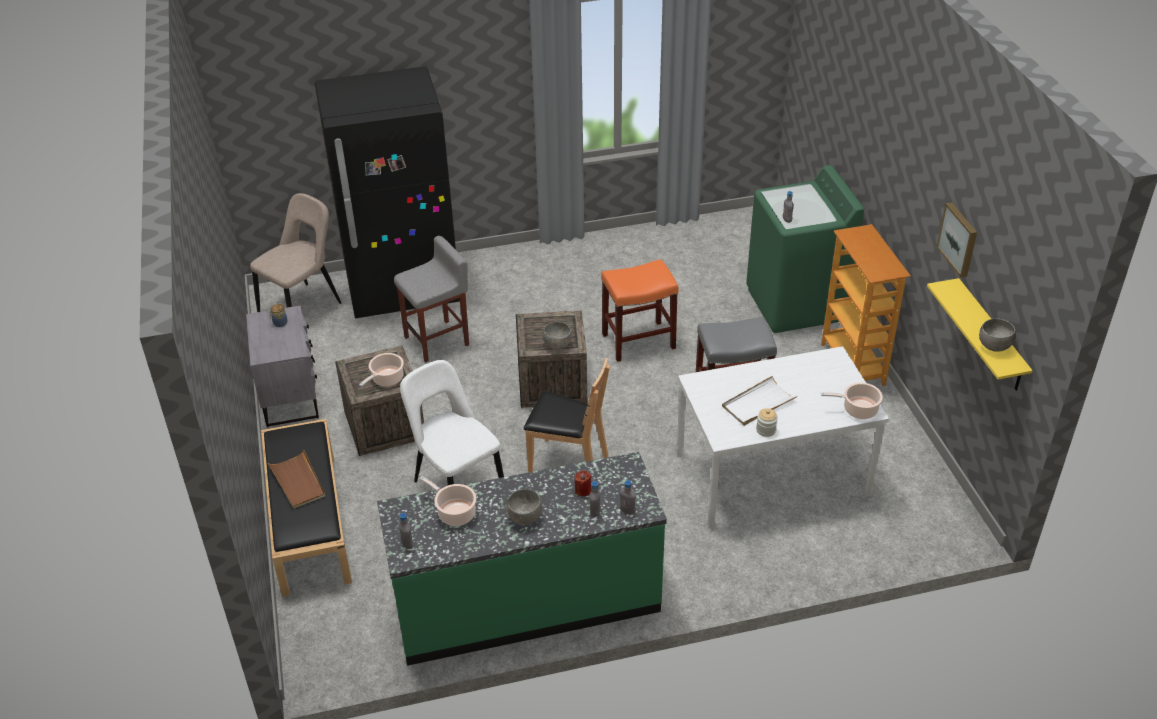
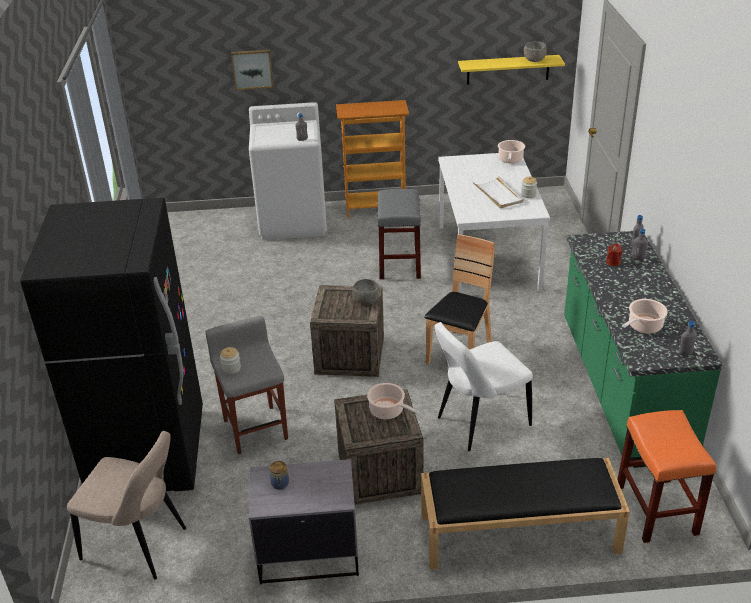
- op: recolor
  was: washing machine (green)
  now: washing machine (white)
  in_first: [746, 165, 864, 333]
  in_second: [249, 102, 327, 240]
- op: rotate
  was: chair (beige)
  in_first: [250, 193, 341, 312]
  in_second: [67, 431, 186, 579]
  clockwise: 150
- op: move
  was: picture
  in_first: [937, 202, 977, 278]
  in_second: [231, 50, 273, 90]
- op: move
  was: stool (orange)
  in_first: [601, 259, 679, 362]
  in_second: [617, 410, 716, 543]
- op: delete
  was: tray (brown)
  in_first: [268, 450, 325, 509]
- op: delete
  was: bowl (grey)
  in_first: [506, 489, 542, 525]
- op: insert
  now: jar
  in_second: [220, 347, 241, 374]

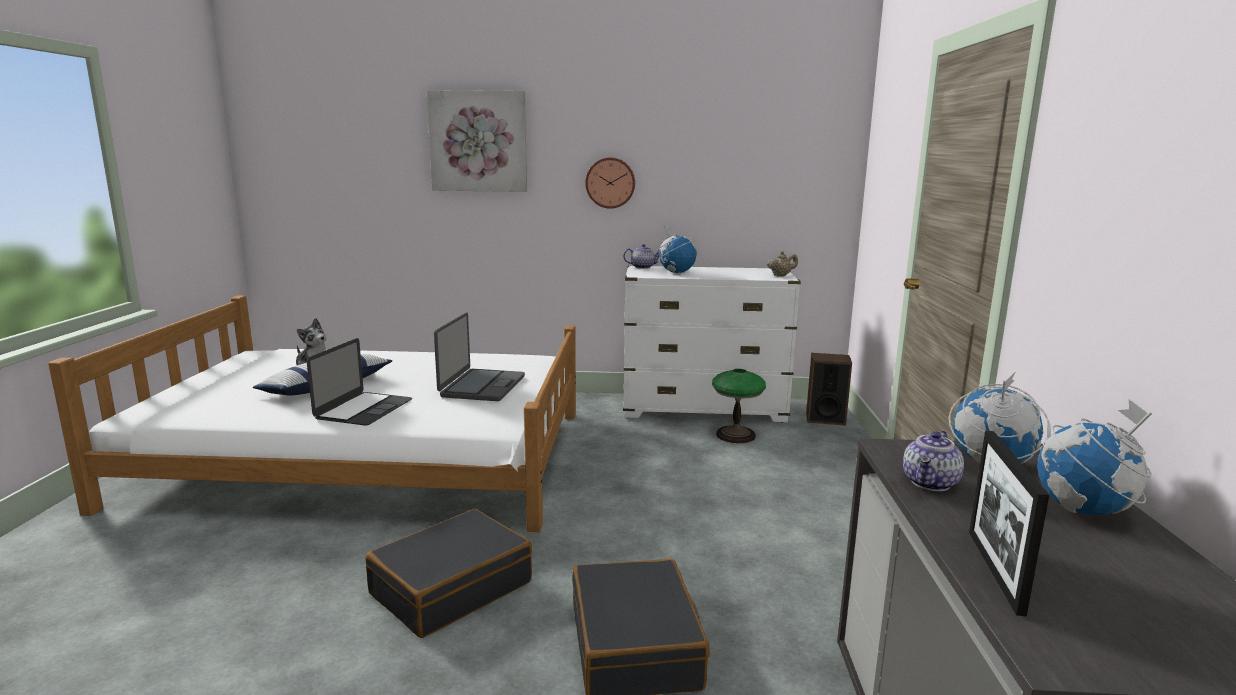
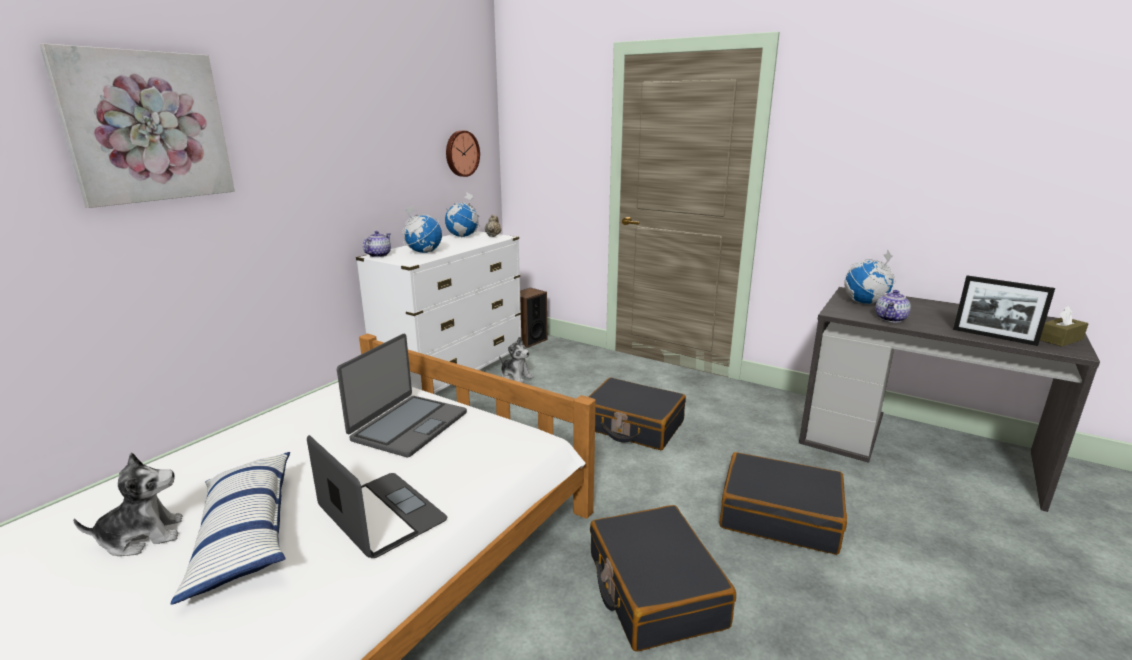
- op: move
  was: wall clock
  in_first: [585, 158, 635, 209]
  in_second: [446, 130, 480, 177]
- op: rotate
  was: laptop
  in_first: [434, 312, 525, 401]
  in_second: [337, 334, 467, 457]
  clockwise: 75
- op: replace
  was: table lamp
  now: plush toy
  in_first: [712, 369, 766, 443]
  in_second: [499, 337, 533, 383]
- op: move
  was: globe
  in_first: [1037, 400, 1152, 515]
  in_second: [445, 192, 480, 237]
- op: rotate
  was: teapot
  in_first: [903, 430, 964, 491]
  in_second: [875, 290, 911, 322]
  clockwise: 60
- op: insert
  now: tissue box (brown)
  in_second: [1040, 306, 1089, 347]
- op: insert
  now: suitcase (black)
  in_second: [589, 378, 686, 450]

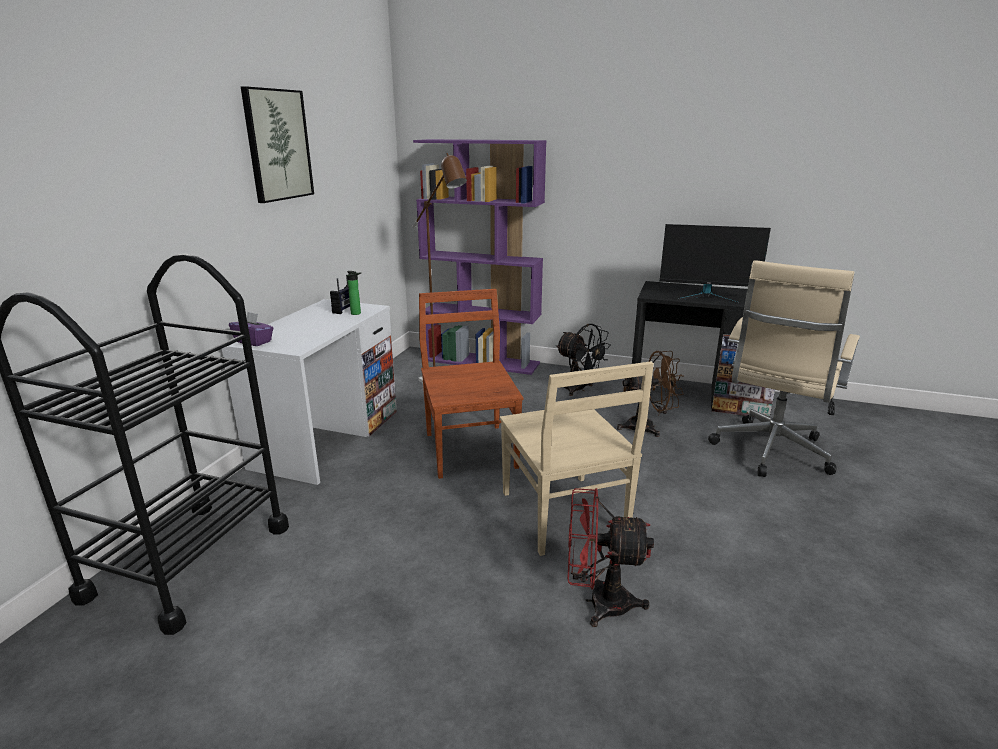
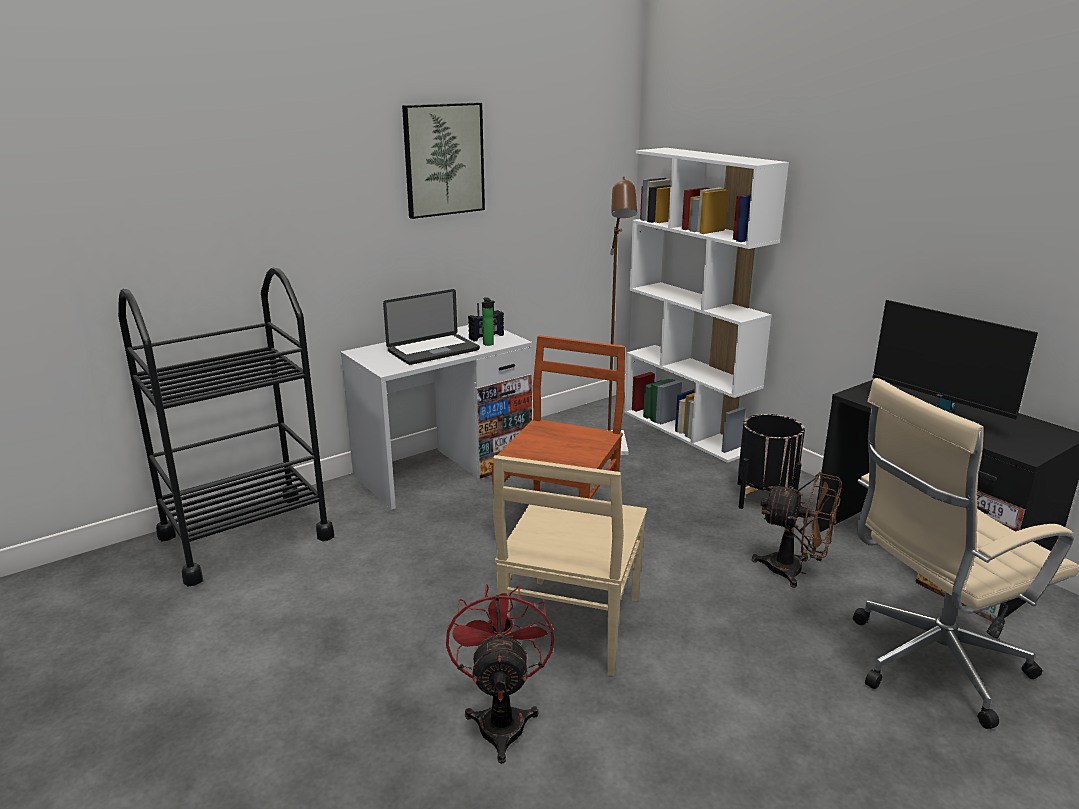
- op: recolor
  was: bookcase (purple)
  now: bookcase (white)
  in_first: [413, 139, 547, 375]
  in_second: [624, 148, 789, 463]
- op: delete
  was: tissue box (purple)
  in_first: [229, 312, 274, 346]
- op: replace
  was: fan (black)
  now: planter (black)
  in_first: [556, 324, 611, 396]
  in_second: [737, 414, 805, 509]
- op: rotate
  was: fan (red)
  in_first: [567, 488, 654, 627]
  in_second: [446, 584, 554, 764]
  clockwise: 45
- op: insert
  now: laptop
  in_second: [383, 289, 480, 365]

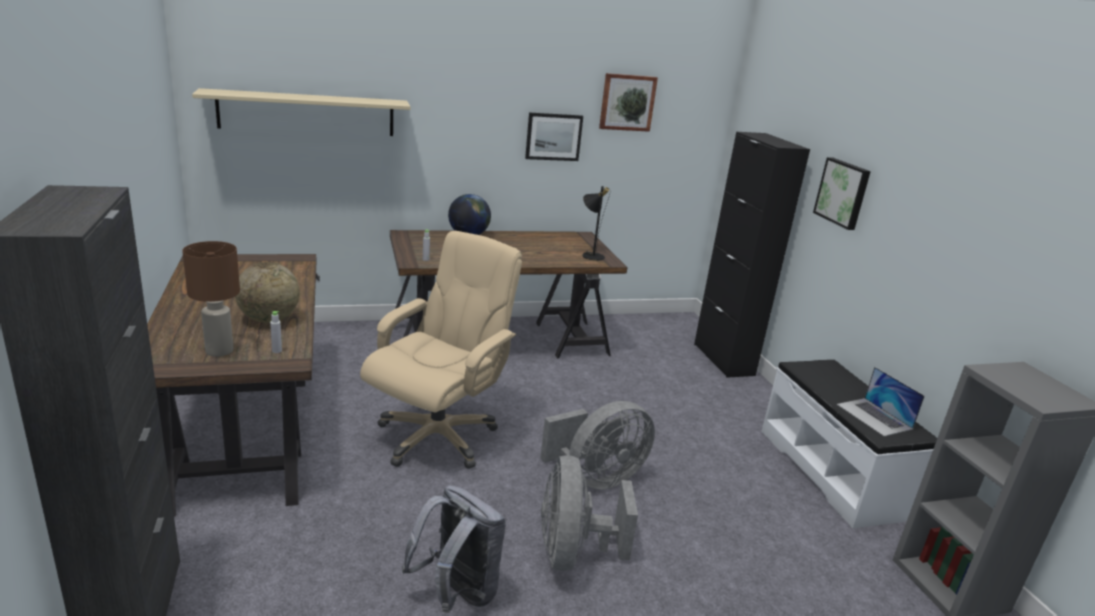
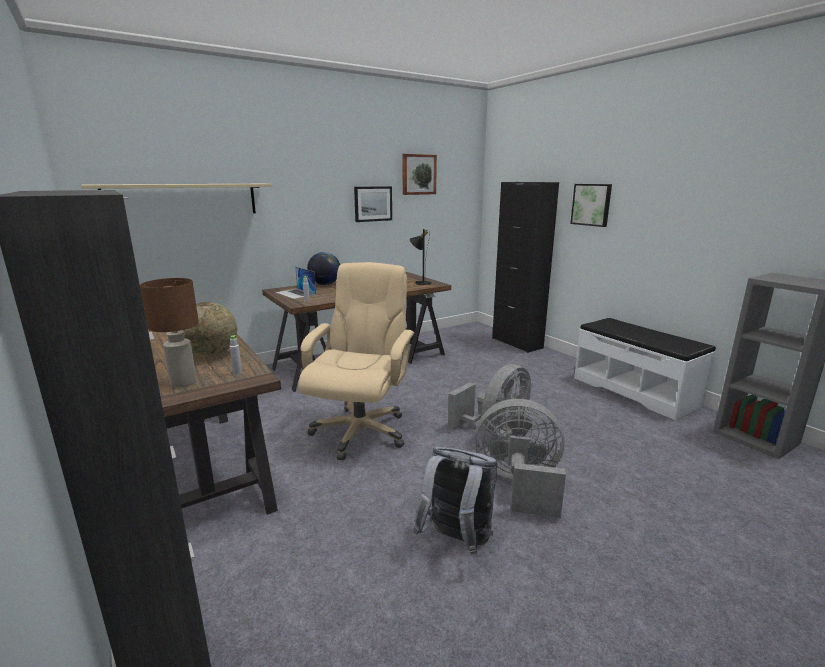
- op: move
  was: laptop
  in_first: [837, 367, 925, 436]
  in_second: [275, 267, 316, 299]
- op: rotate
  was: fan (grey)
  in_first: [541, 455, 638, 571]
  in_second: [475, 399, 566, 518]
  clockwise: 120

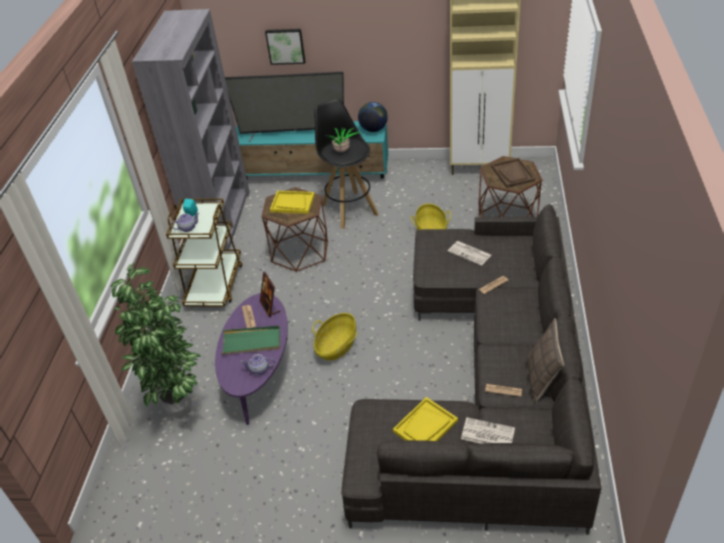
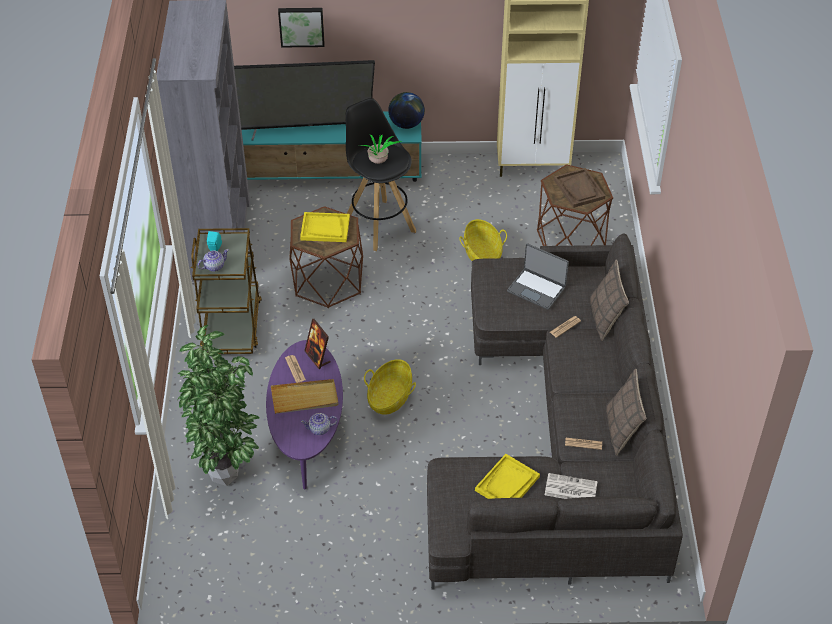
- op: replace
  was: newspaper
  now: laptop
  in_first: [448, 241, 491, 266]
  in_second: [507, 243, 569, 310]
- op: recolor
  was: tray (green)
  now: tray (beige)
  in_first: [221, 326, 280, 354]
  in_second: [271, 379, 338, 414]
- op: insert
  now: pillow
  in_second: [590, 260, 629, 341]

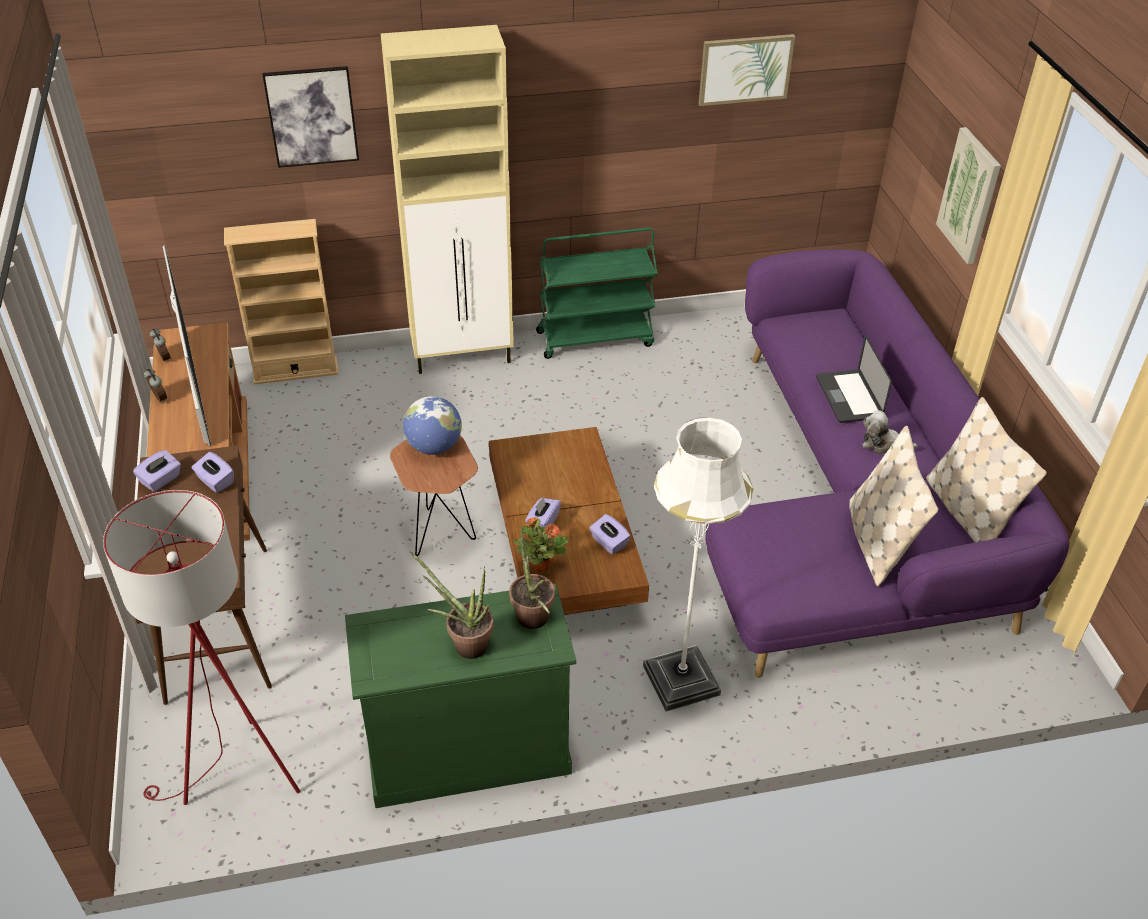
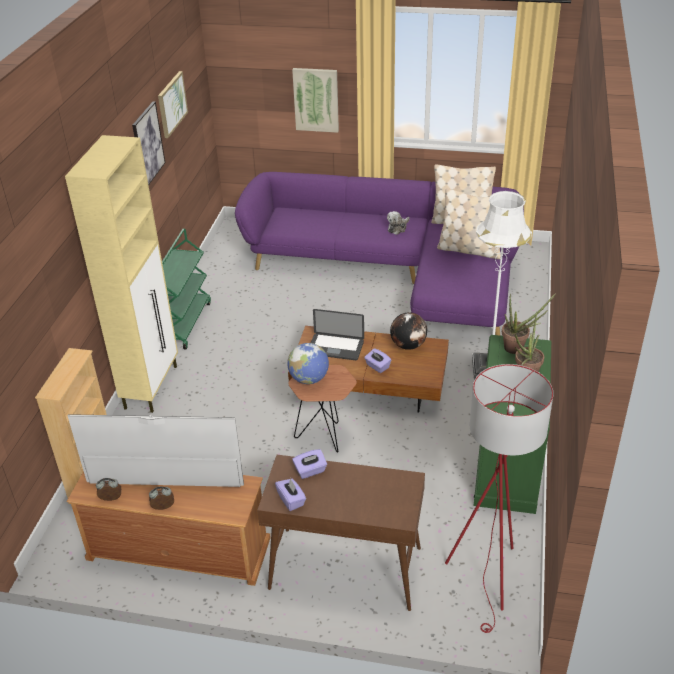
- op: move
  was: picture
  in_first: [262, 66, 359, 168]
  in_second: [132, 101, 165, 185]
- op: move
  was: laptop
  in_first: [816, 335, 892, 423]
  in_second: [311, 309, 364, 360]
- op: replace
  was: tissue box (purple)
  now: globe
  in_first: [589, 514, 630, 555]
  in_second: [390, 312, 427, 350]
- op: delete
  was: potted plant
  in_first: [513, 517, 569, 572]

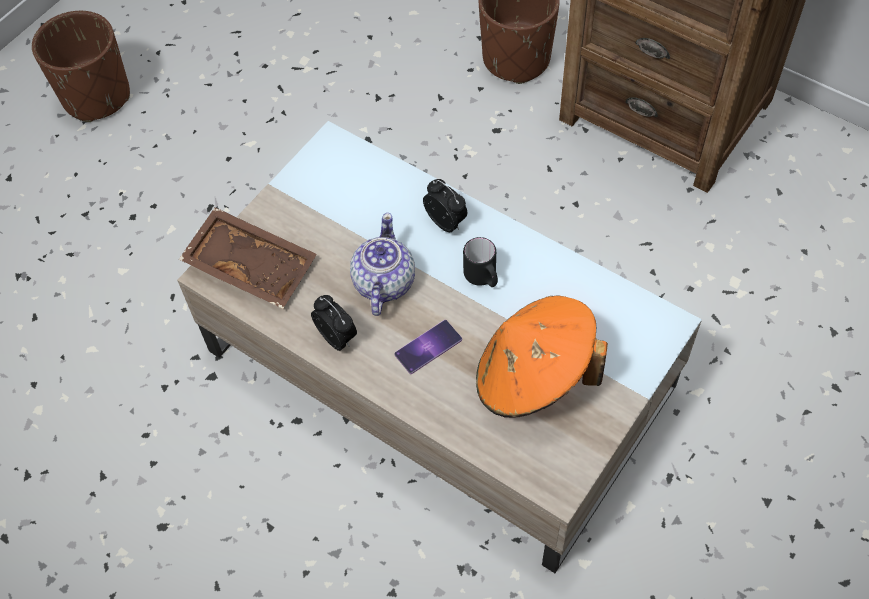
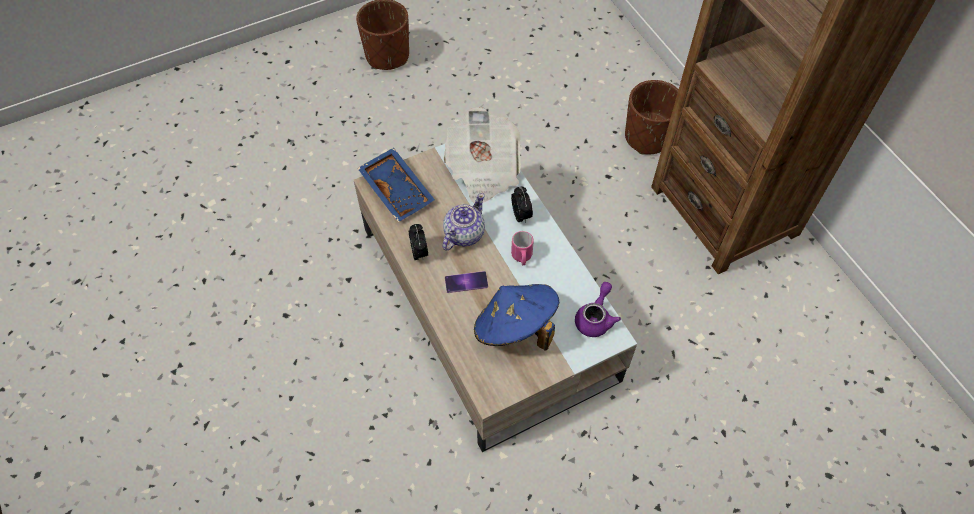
- op: recolor
  was: tray (brown)
  now: tray (blue)
  in_first: [179, 207, 317, 309]
  in_second: [357, 148, 435, 222]
- op: recolor
  was: mug (black)
  now: mug (pink)
  in_first: [463, 237, 498, 287]
  in_second: [511, 231, 534, 265]
- op: recolor
  was: hat (orange)
  now: hat (blue)
  in_first: [476, 295, 608, 418]
  in_second: [474, 284, 559, 350]
- op: insert
  now: newspaper
  in_second: [443, 107, 521, 203]
- op: insert
  now: teapot (purple)
  in_second: [575, 282, 621, 337]

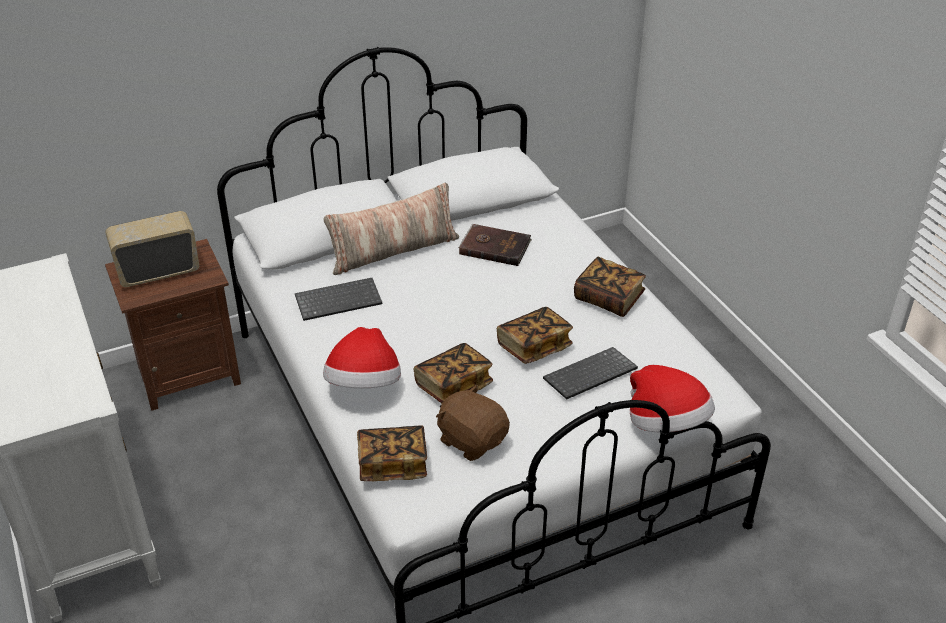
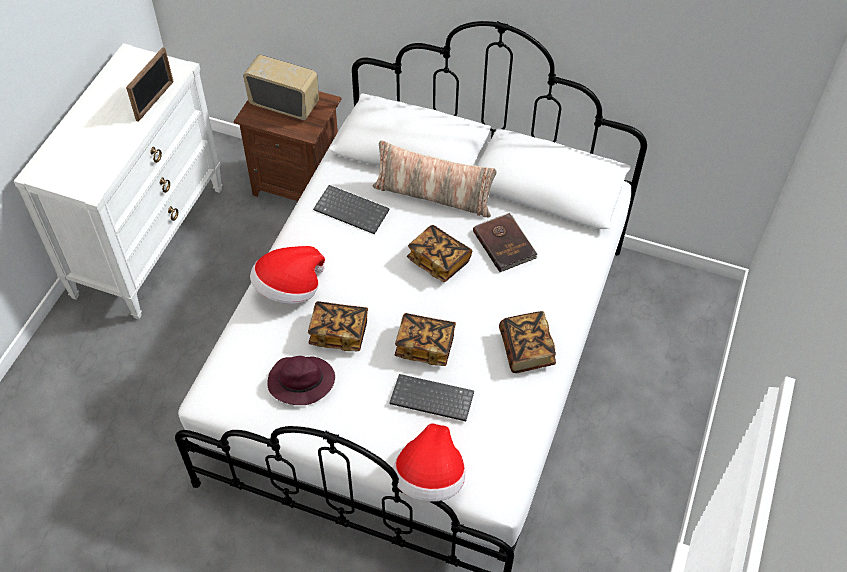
- op: replace
  was: plush toy (brown)
  now: hat (purple)
  in_first: [436, 384, 510, 461]
  in_second: [267, 356, 335, 405]
- op: move
  was: book
  in_first: [357, 425, 427, 481]
  in_second: [407, 225, 472, 282]
- op: insert
  now: picture frame
  in_second: [126, 47, 174, 122]

